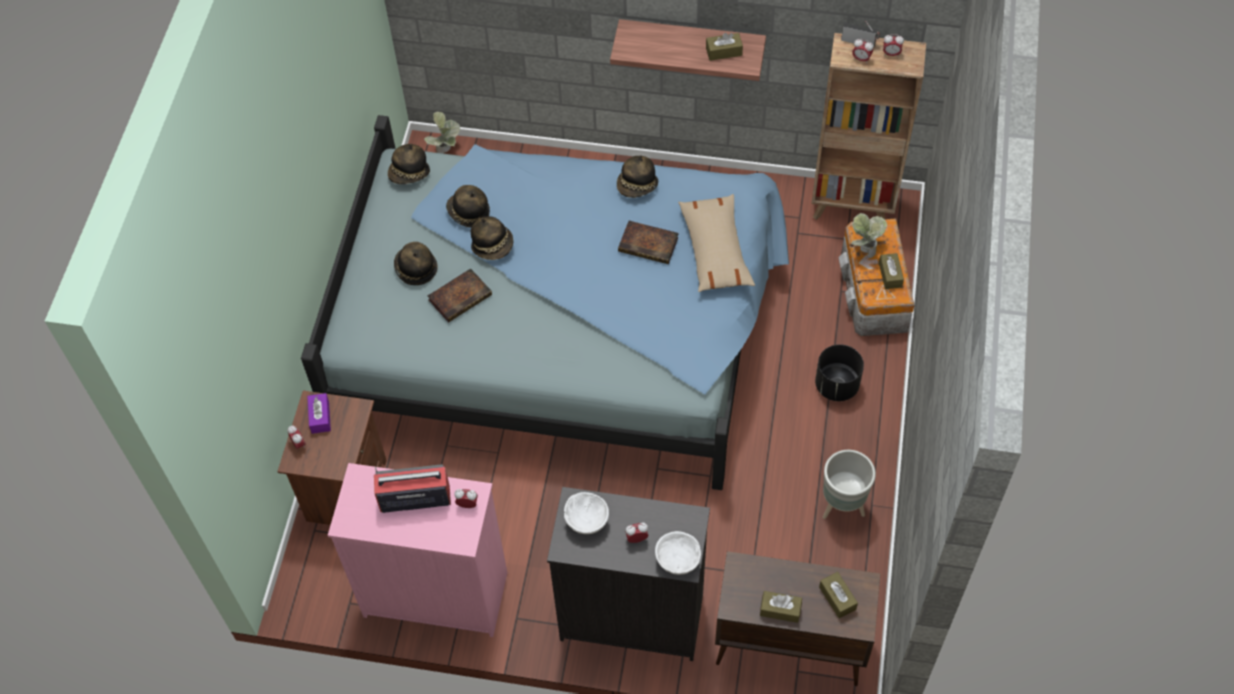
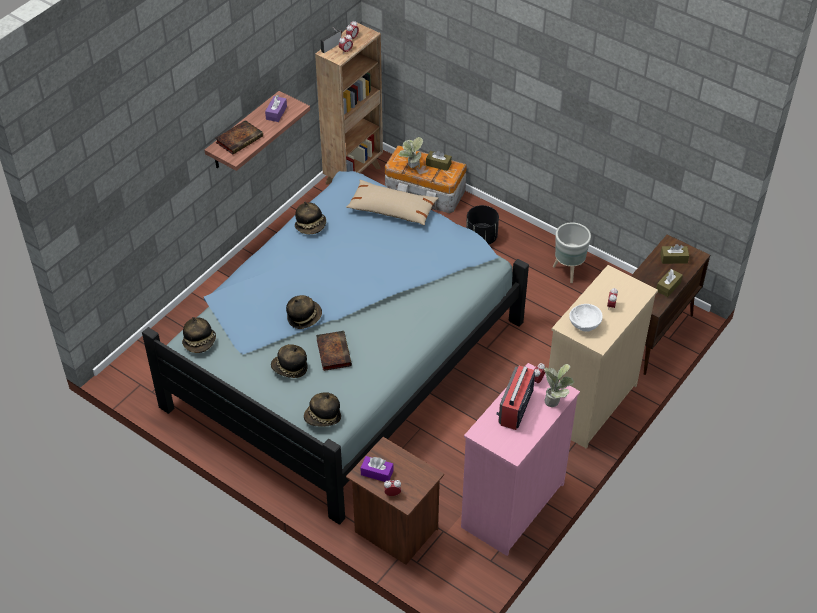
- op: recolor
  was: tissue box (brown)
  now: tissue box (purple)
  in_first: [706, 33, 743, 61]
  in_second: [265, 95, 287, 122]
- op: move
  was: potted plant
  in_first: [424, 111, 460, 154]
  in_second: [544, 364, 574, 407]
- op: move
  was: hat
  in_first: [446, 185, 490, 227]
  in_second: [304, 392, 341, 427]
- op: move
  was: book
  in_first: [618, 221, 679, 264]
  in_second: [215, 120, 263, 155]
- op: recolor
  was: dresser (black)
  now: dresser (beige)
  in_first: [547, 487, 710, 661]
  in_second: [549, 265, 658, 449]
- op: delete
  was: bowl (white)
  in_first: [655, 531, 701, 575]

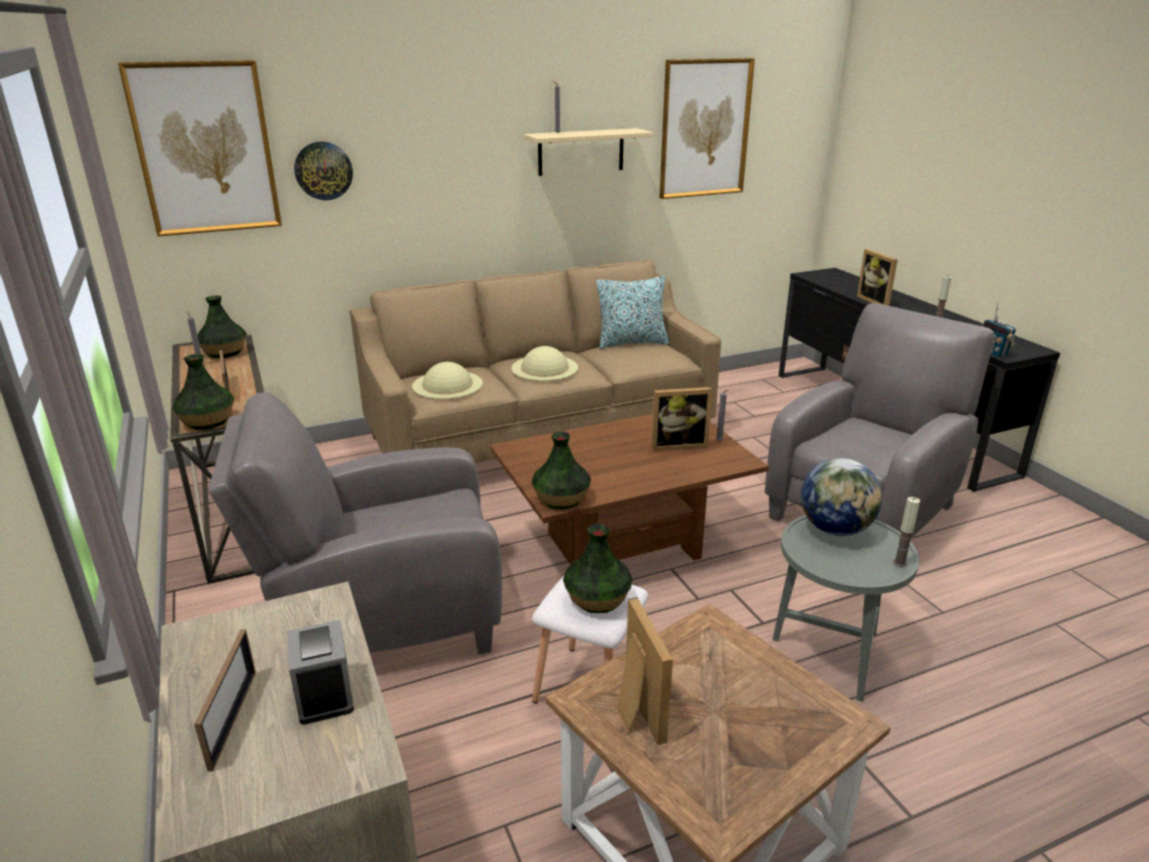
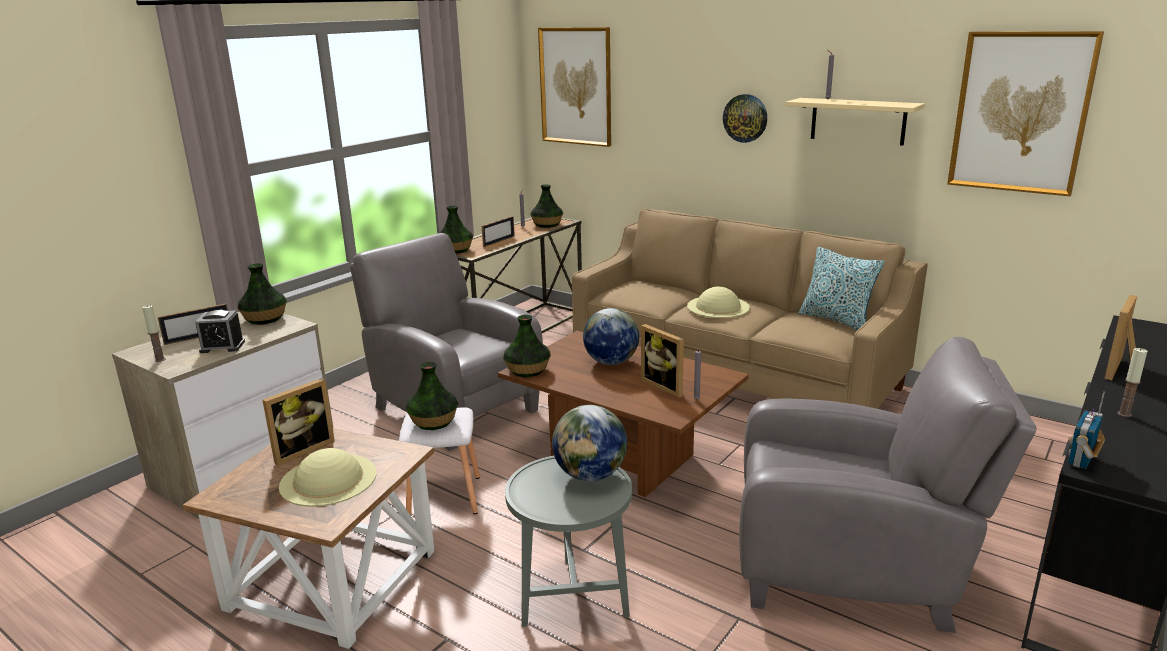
- op: move
  was: wall clock
  in_first: [294, 142, 353, 200]
  in_second: [723, 94, 767, 143]
- op: move
  was: hat (beige)
  in_first: [412, 362, 483, 399]
  in_second: [279, 448, 377, 507]
- op: move
  was: candle
  in_first: [893, 497, 920, 567]
  in_second: [142, 305, 166, 362]
- op: rotate
  was: alarm clock
  in_first: [287, 620, 354, 725]
  in_second: [195, 310, 245, 353]
  clockwise: 45
- op: insert
  now: vase
  in_second: [237, 264, 287, 324]
- op: insert
  now: globe
  in_second: [583, 308, 639, 365]

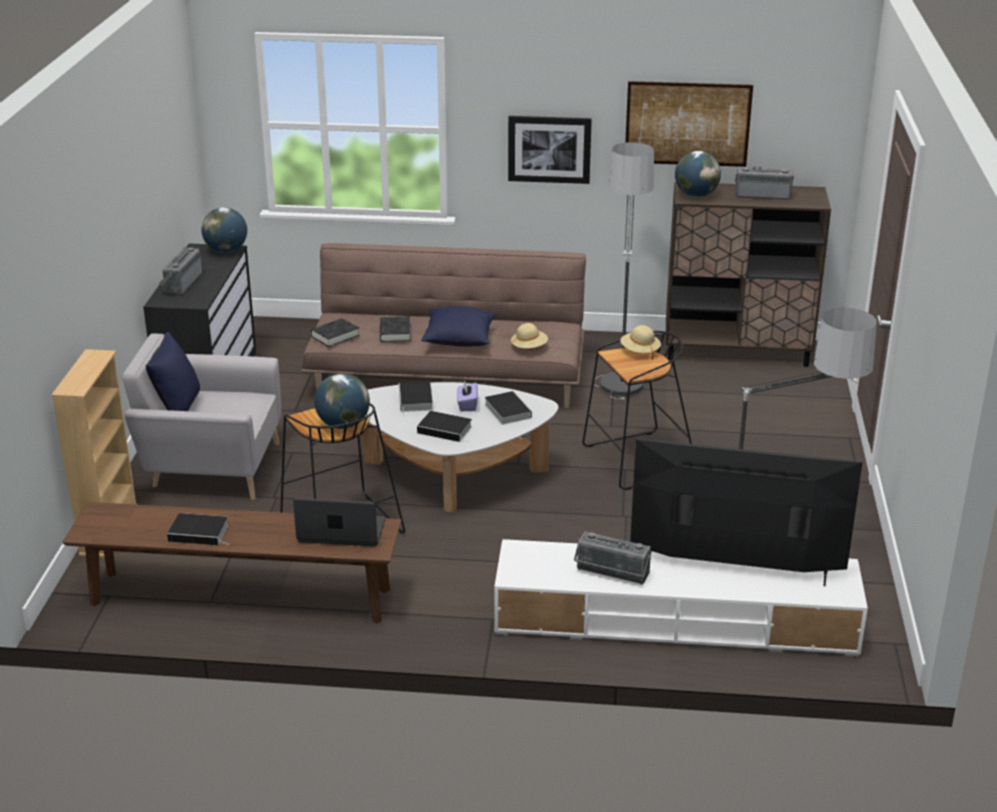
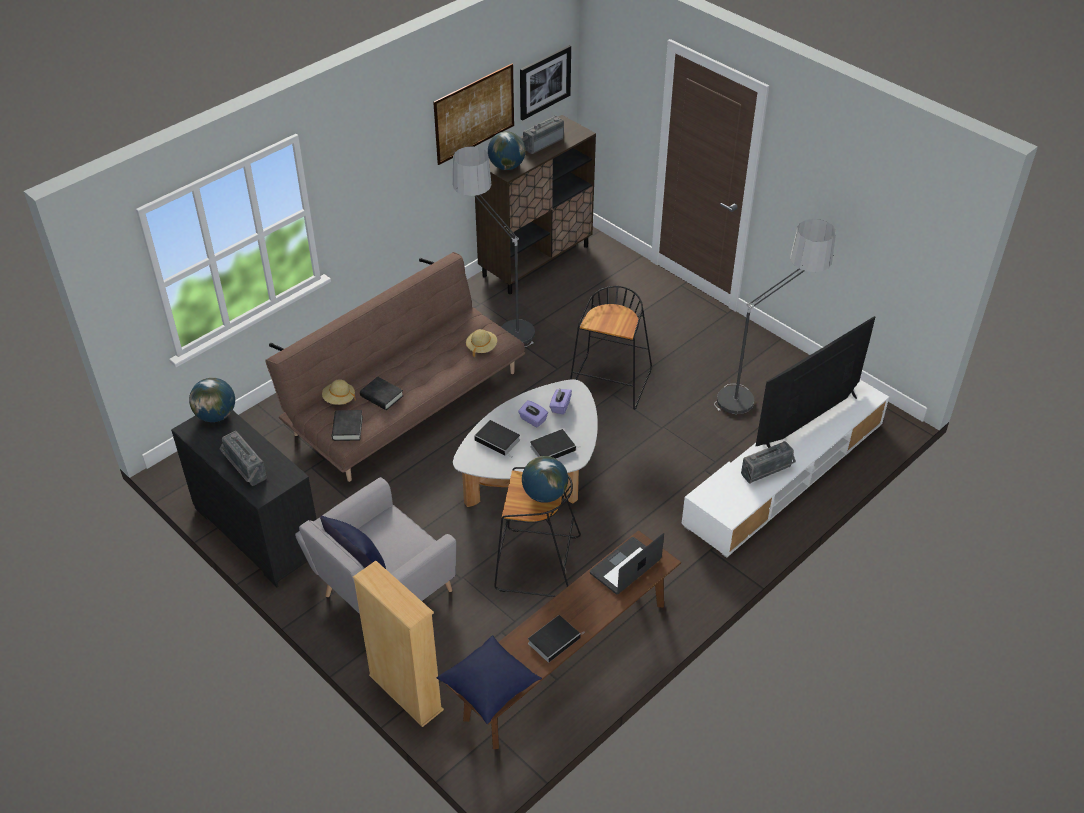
- op: move
  was: picture
  in_first: [508, 116, 592, 184]
  in_second: [520, 45, 571, 120]
- op: move
  was: pillow (blue)
  in_first: [421, 306, 496, 347]
  in_second: [437, 635, 542, 724]
- op: move
  was: hat (beige)
  in_first: [620, 325, 661, 359]
  in_second: [322, 379, 356, 405]
- op: replace
  was: book
  now: tissue box (purple)
  in_first: [485, 391, 532, 425]
  in_second: [549, 389, 572, 415]

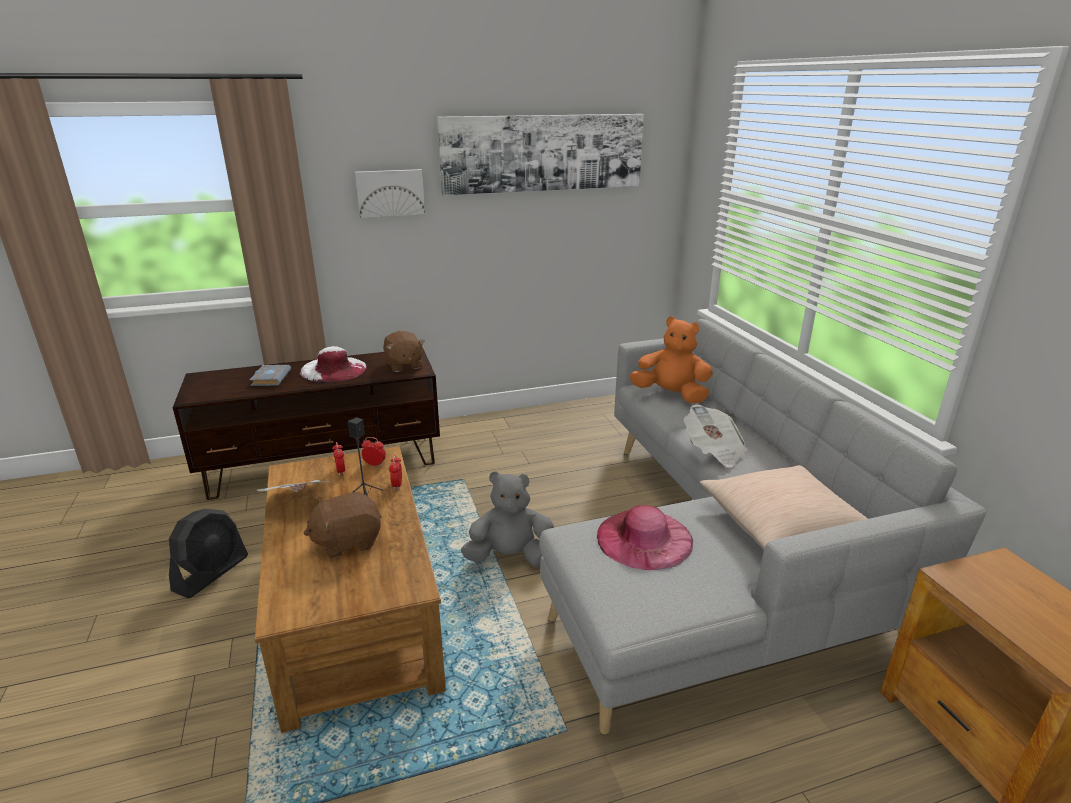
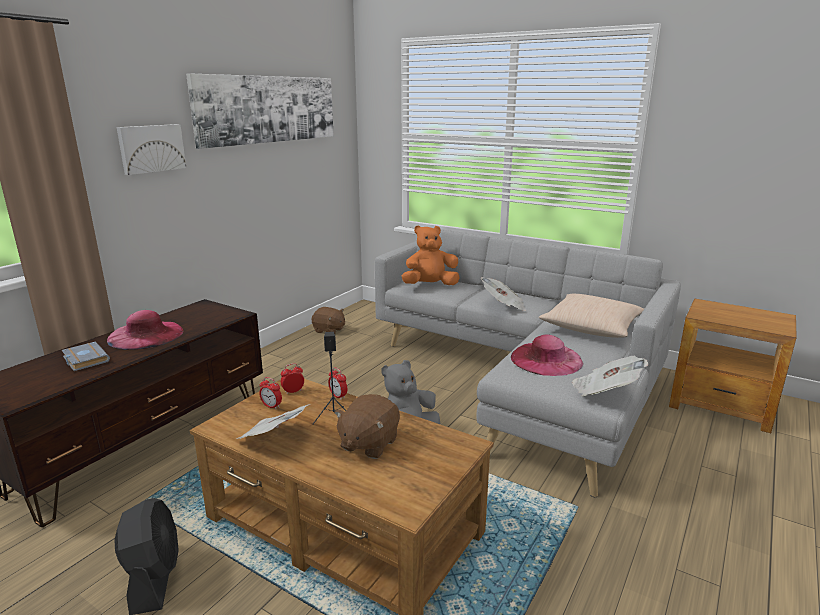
- op: move
  was: plush toy (brown)
  in_first: [383, 331, 425, 372]
  in_second: [312, 307, 345, 334]
- op: recolor
  was: hat (white)
  now: hat (pink)
  in_first: [300, 346, 367, 383]
  in_second: [107, 310, 183, 350]
- op: insert
  now: newspaper
  in_second: [572, 356, 648, 396]

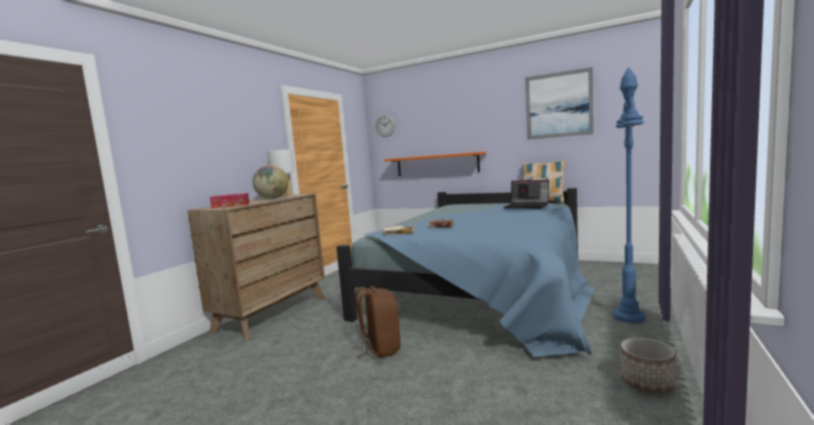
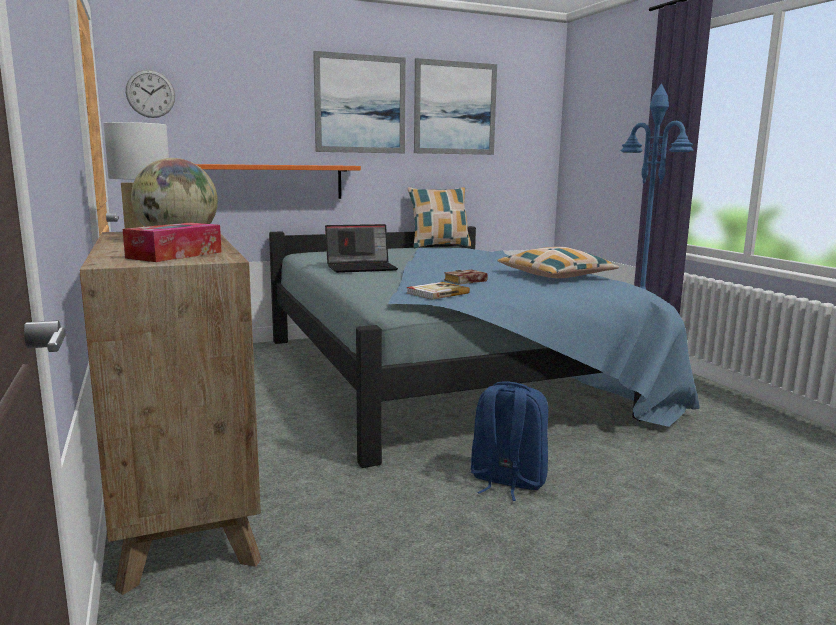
- op: move
  was: laptop
  in_first: [504, 180, 549, 208]
  in_second: [325, 224, 398, 273]
- op: recolor
  was: backpack (brown)
  now: backpack (blue)
  in_first: [353, 286, 401, 358]
  in_second: [471, 381, 548, 501]
- op: delete
  was: planter
  in_first: [621, 338, 676, 394]
- op: insert
  now: picture
  in_second: [313, 51, 406, 153]
- op: insert
  now: pillow
  in_second: [498, 247, 619, 278]

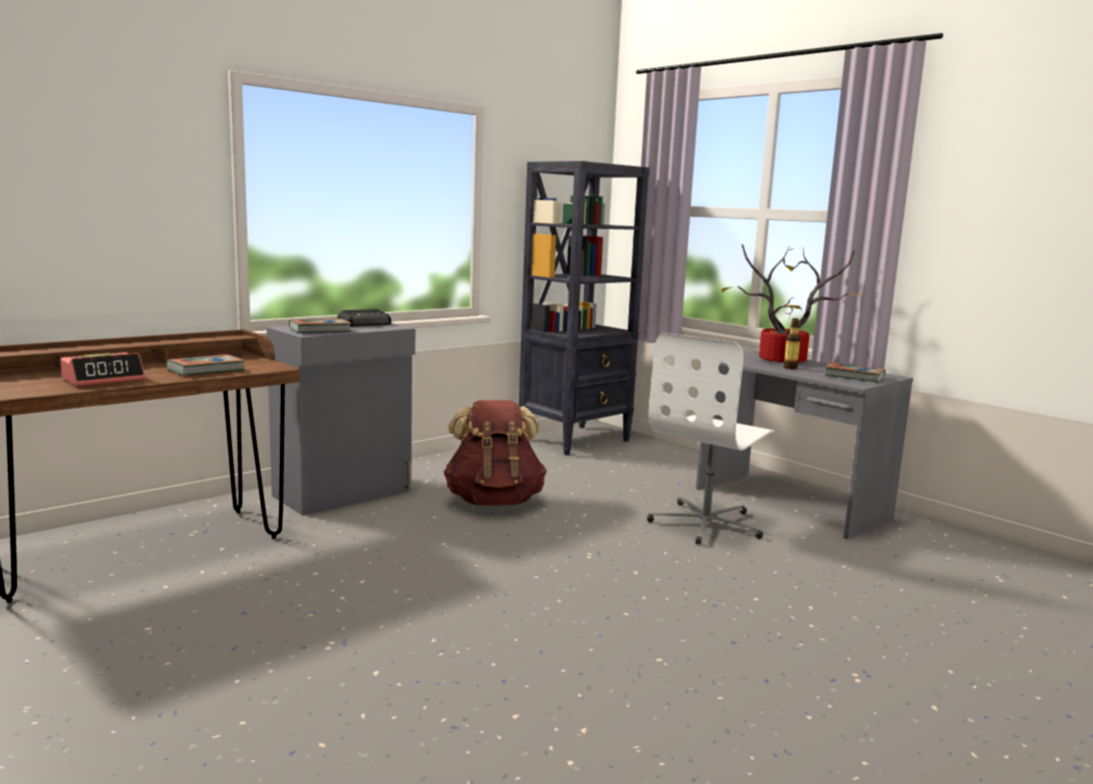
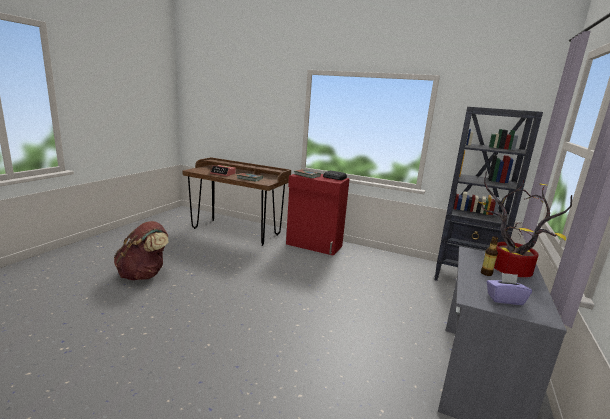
- op: recolor
  was: cabinet (grey)
  now: cabinet (red)
  in_first: [267, 323, 415, 515]
  in_second: [286, 174, 350, 256]
- op: delete
  was: office chair (white)
  in_first: [647, 333, 775, 545]
- op: replace
  was: book
  now: tissue box (purple)
  in_first: [825, 363, 885, 383]
  in_second: [487, 273, 532, 305]
- op: move
  was: backpack (brown)
  in_first: [444, 400, 547, 506]
  in_second: [114, 221, 169, 280]

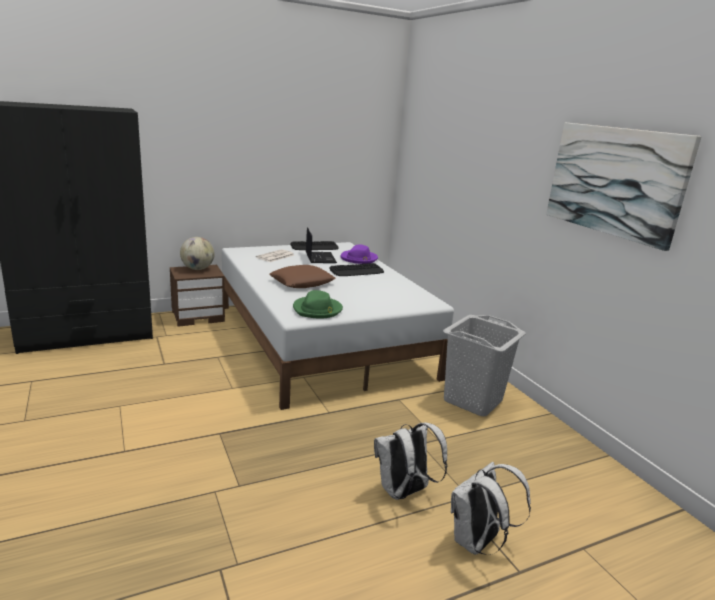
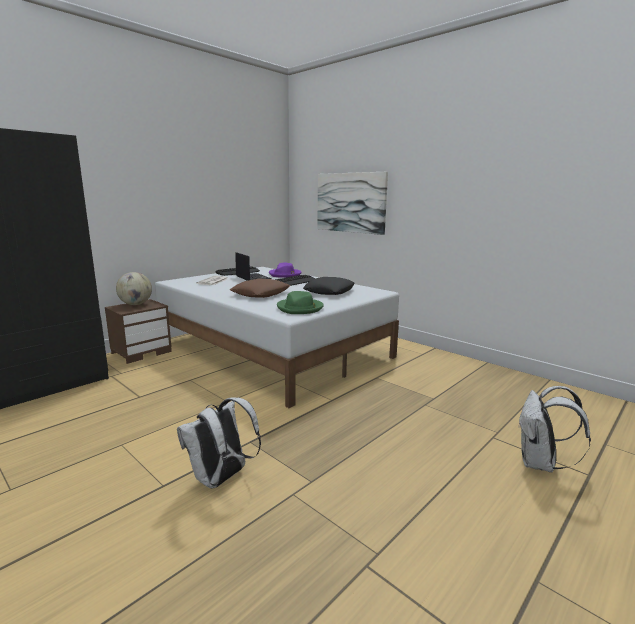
- op: move
  was: picture
  in_first: [546, 123, 702, 251]
  in_second: [317, 172, 388, 235]
- op: delete
  was: laundry basket (grey)
  in_first: [443, 315, 526, 416]
- op: move
  was: backpack (white)
  in_first: [374, 423, 447, 500]
  in_second: [177, 397, 261, 489]
- op: insert
  now: pillow (black)
  in_second: [303, 277, 354, 295]

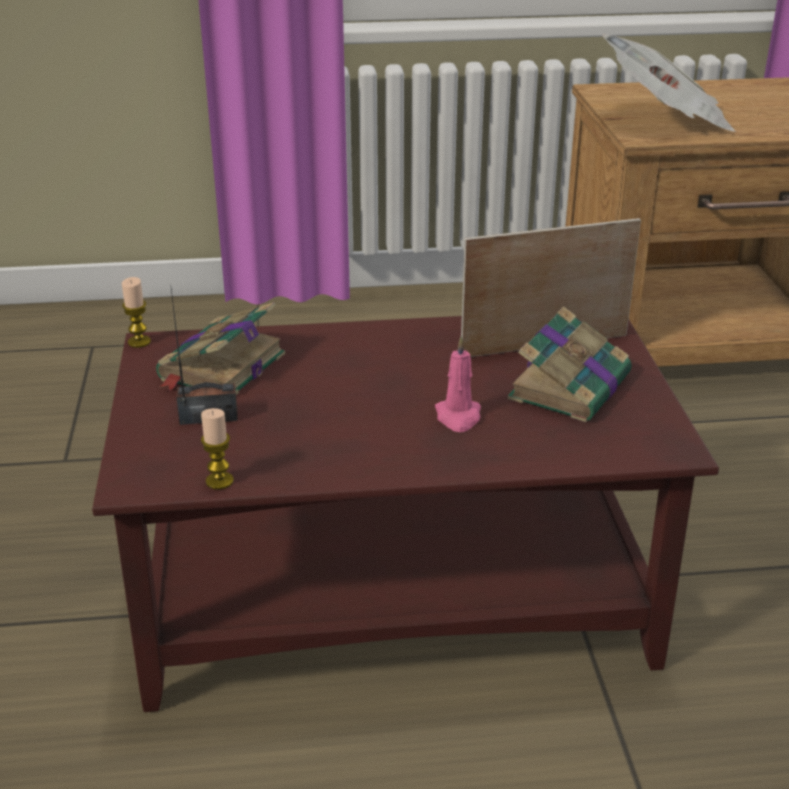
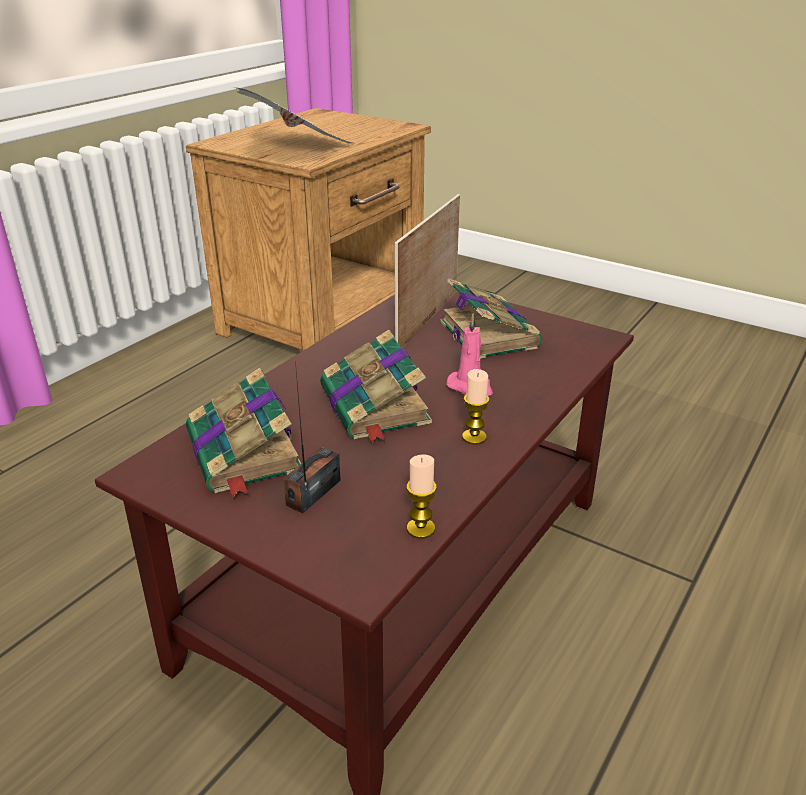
- op: move
  was: candle
  in_first: [122, 277, 151, 348]
  in_second: [462, 369, 490, 445]
- op: insert
  now: book
  in_second: [320, 330, 432, 444]

